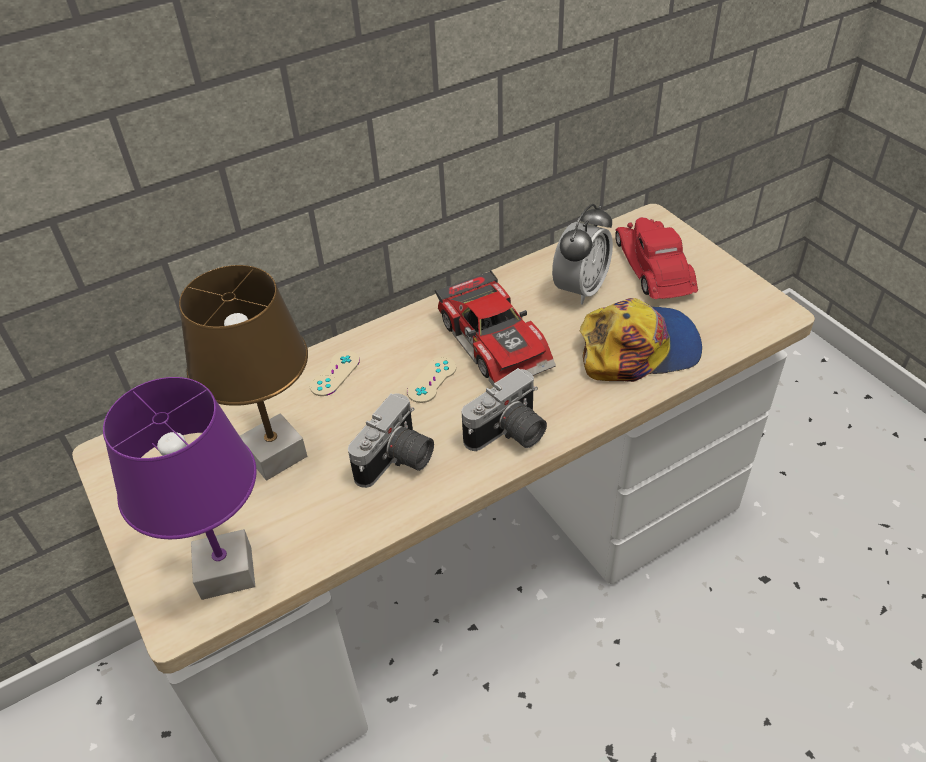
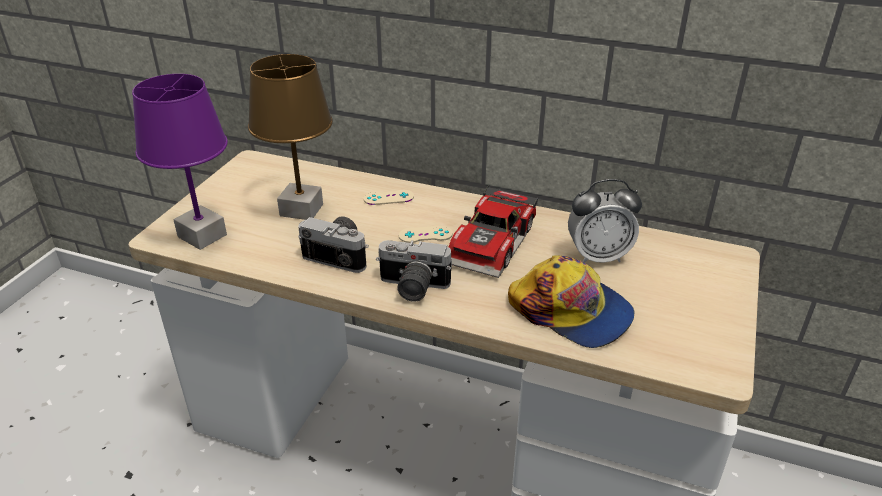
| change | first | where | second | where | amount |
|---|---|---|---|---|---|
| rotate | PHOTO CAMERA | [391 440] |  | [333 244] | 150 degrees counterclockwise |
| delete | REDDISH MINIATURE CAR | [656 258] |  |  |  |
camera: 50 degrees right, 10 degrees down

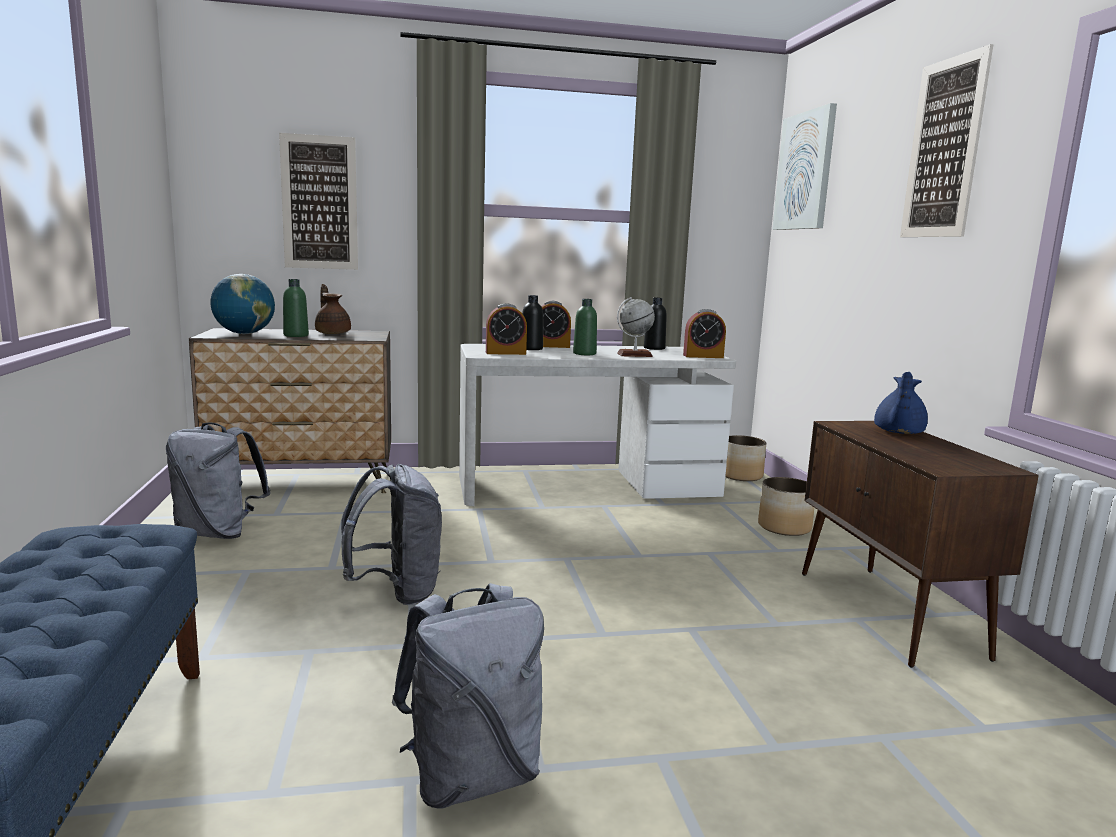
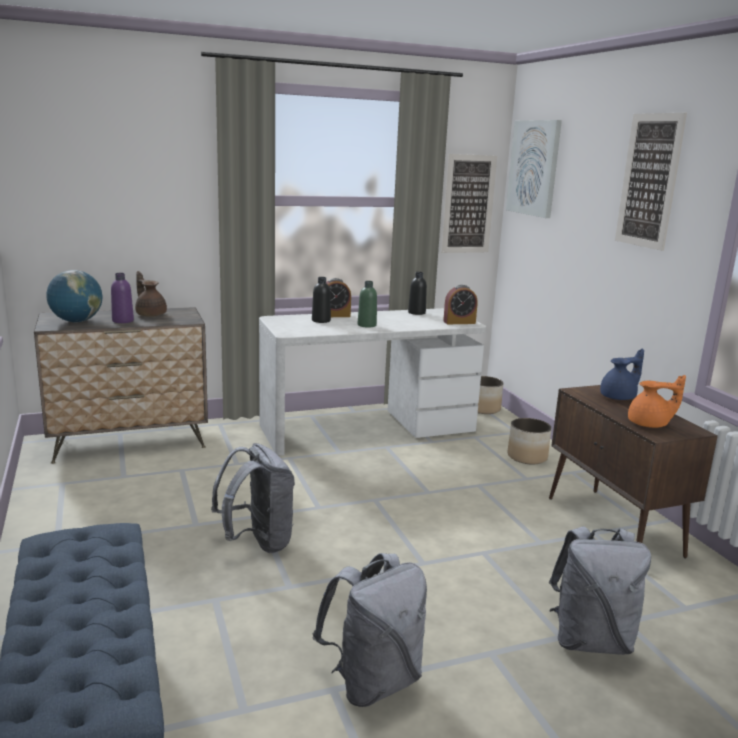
| change | first | where | second | where | amount |
|---|---|---|---|---|---|
| move | GREYISH BACKPACK | [218 481] |  | [600 590] |  |
| move | WALL ART | [318 201] |  | [469 203] |  |
| recolor | GREEN-COLOURED BOTTLE | [296 308] | PURPLE-COLOURED BOTTLE | [122 298] |  |
| delete | ALARM CLOCK | [506 329] |  |  |  |
| delete | WORLD GLOBE | [636 327] |  |  |  |
| rotate | BLUISH TEA POT | [901 403] |  | [622 374] | 135 degrees counterclockwise |
| insert |  |  | ORANGE-COLOURED TEA POT | [657 401] |  |
camera: 10 degrees left, 5 degrees up

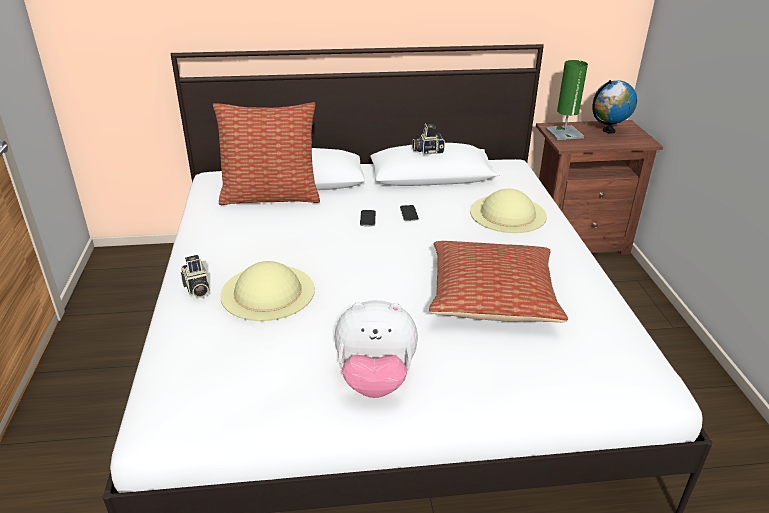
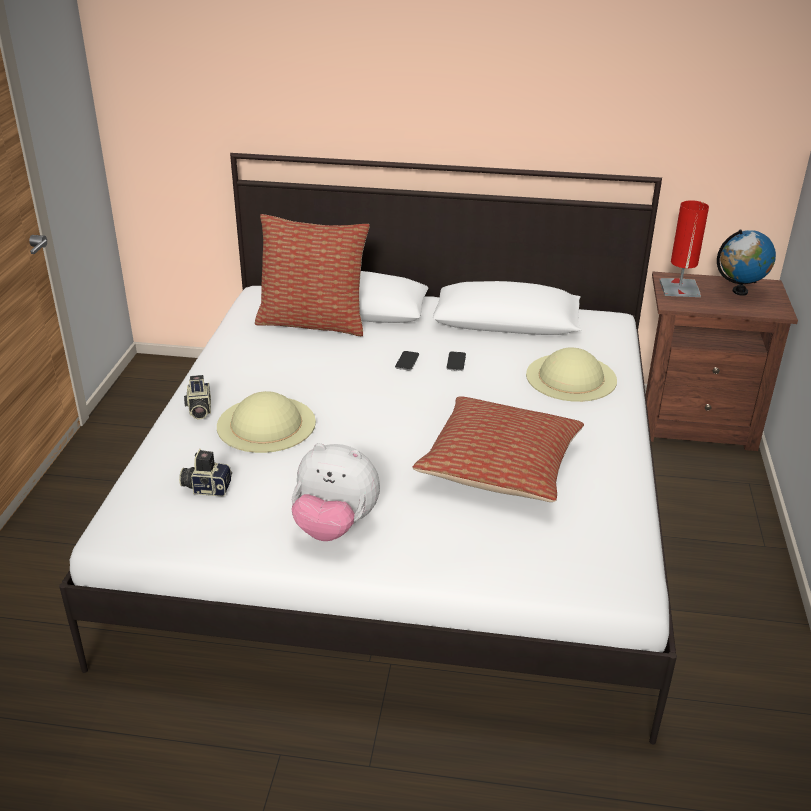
| change | first | where | second | where | amount |
|---|---|---|---|---|---|
| move | PHOTO CAMERA | [428 139] |  | [205 472] |  |
| recolor | GREEN-COLOURED TABLE LAMP | [567 100] | REDDISH TABLE LAMP | [684 248] |  |
camera: 15 degrees right, 0 degrees up

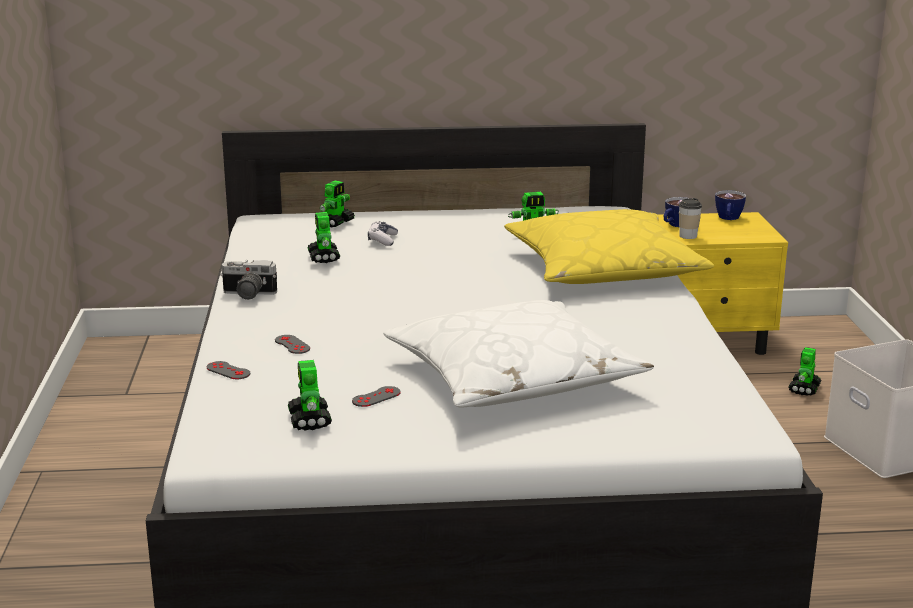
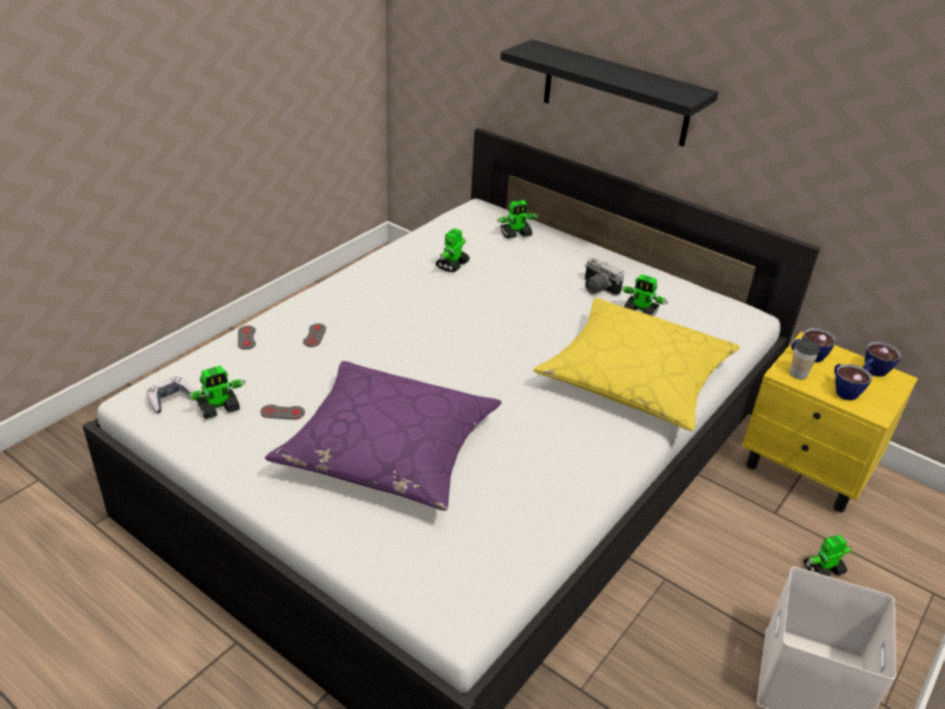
| change | first | where | second | where | amount |
|---|---|---|---|---|---|
| move | PHOTO CAMERA | [248 280] |  | [604 276] |  |
| rotate | ROBOT FIGURE | [310 395] |  | [216 392] | 150 degrees counterclockwise |
| move | GAMEPAD | [383 233] |  | [170 394] |  |
| recolor | WHITE THROW PILLOW | [519 354] | PURPLE-COLOURED THROW PILLOW | [383 436] |  |
| insert |  |  | BLACKISH BRACKET SHELF | [609 93] |  |
| insert |  |  | SMALL CUP | [853 382] |  |
camera: 40 degrees right, 15 degrees up

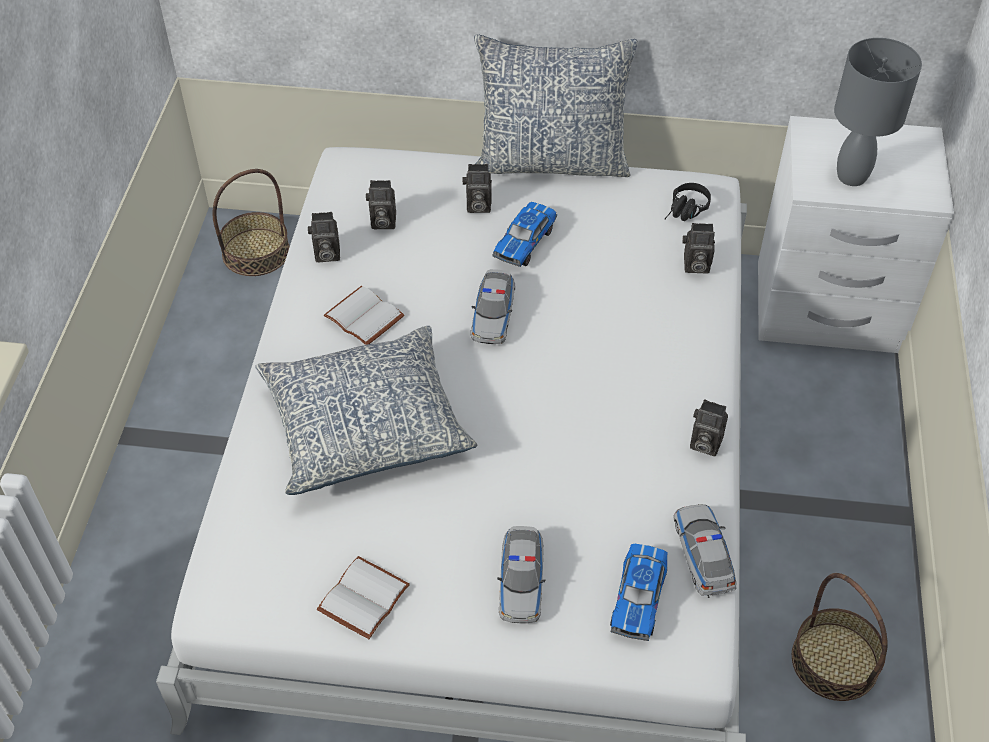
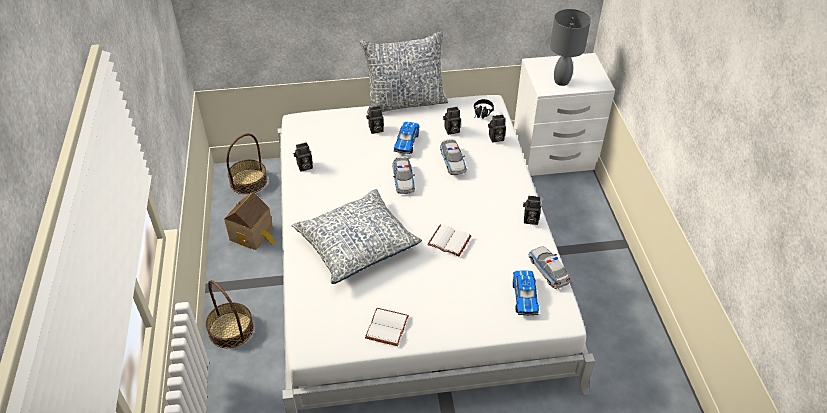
| change | first | where | second | where | amount |
|---|---|---|---|---|---|
| move | WHITE BOOK | [364 315] |  | [449 240] |  |
| move | PHOTO CAMERA | [381 204] |  | [452 121] |  |
| move | MINIATURE CAR | [521 574] |  | [453 157] |  |
| move | HOUSEHOLD BASKET | [840 637] |  | [230 314] |  |
| insert |  |  | MODEL HOUSE | [250 221] |  |
camera: 15 degrees left, 5 degrees down

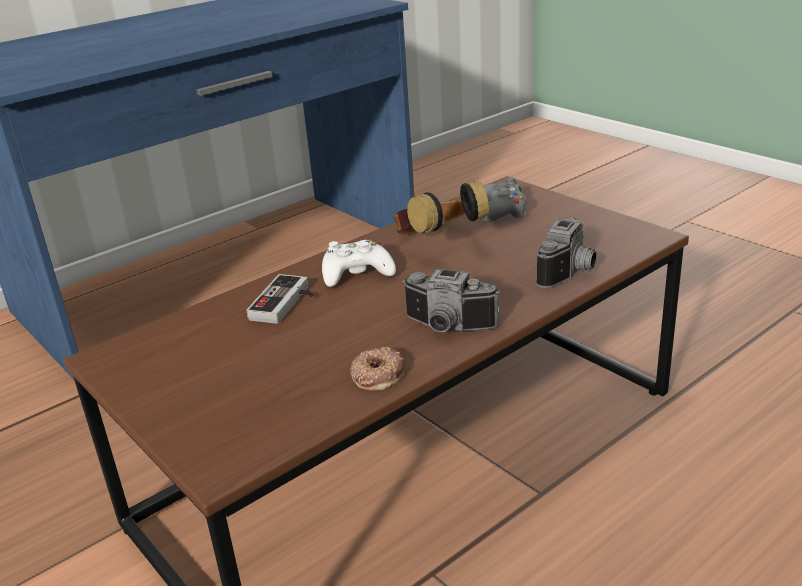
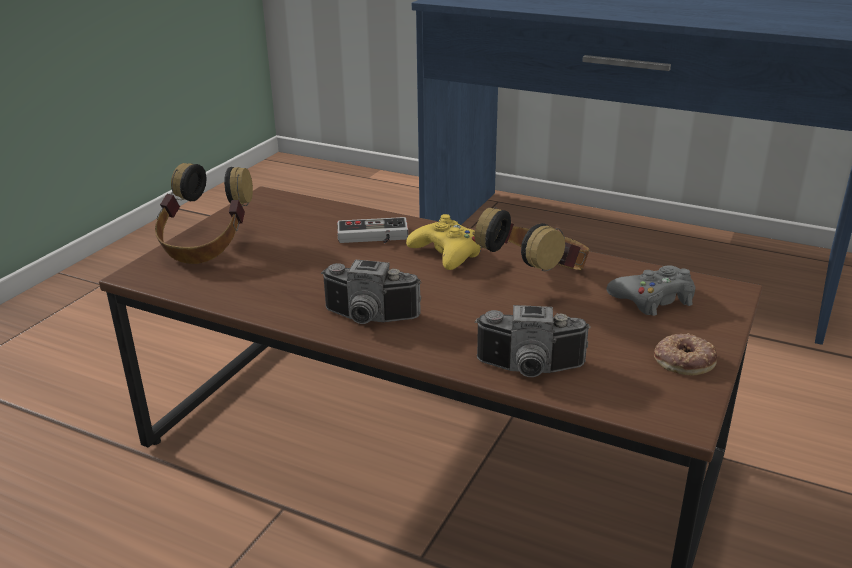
| change | first | where | second | where | amount |
|---|---|---|---|---|---|
| recolor | WHITE GAMEPAD | [359 263] | YELLOW GAMEPAD | [443 242] |  |
| move | DOUGHNUT | [377 369] |  | [685 354] |  |
| rotate | PHOTO CAMERA | [451 300] |  | [371 291] | 75 degrees counterclockwise |
| insert |  |  | HEADSET | [204 213] |  |
camera: 65 degrees right, 0 degrees up

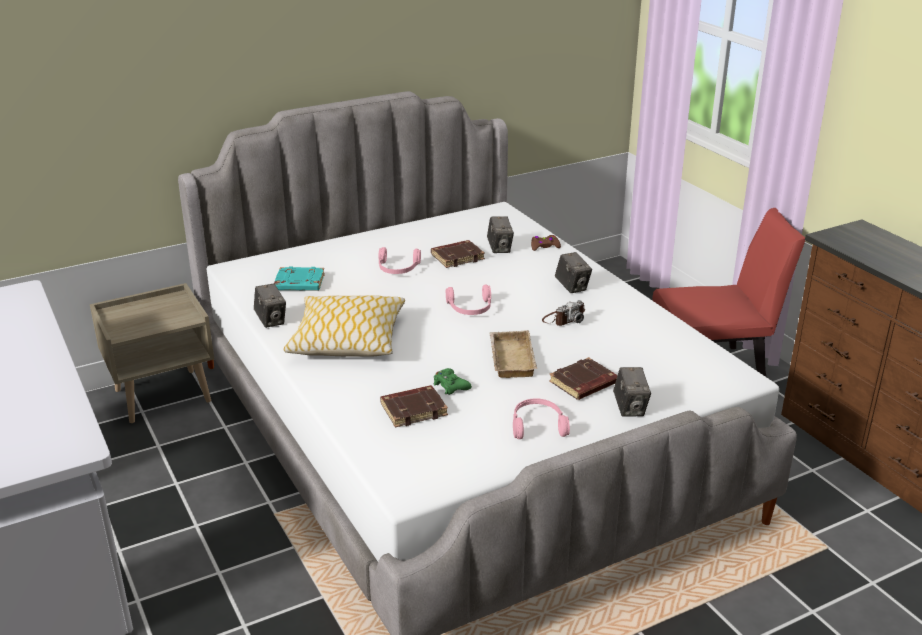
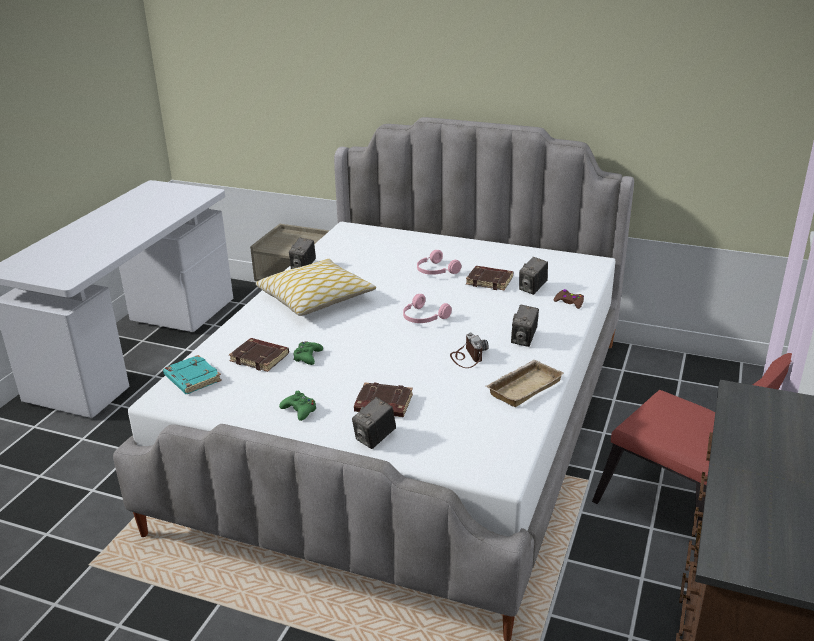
| change | first | where | second | where | amount |
|---|---|---|---|---|---|
| move | TURQUOISE BOOK | [299 279] |  | [192 374] |  |
| move | BEIGE-COLOURED CARRYING TRAY | [513 354] |  | [525 383] |  |
| replace | PINK HEADSET | [541 418] | GREEN-COLOURED GAMEPAD | [297 406] |  |
| rotate | PHOTO CAMERA | [563 313] |  | [469 350] | 120 degrees counterclockwise |
camera: 50 degrees right, 0 degrees up

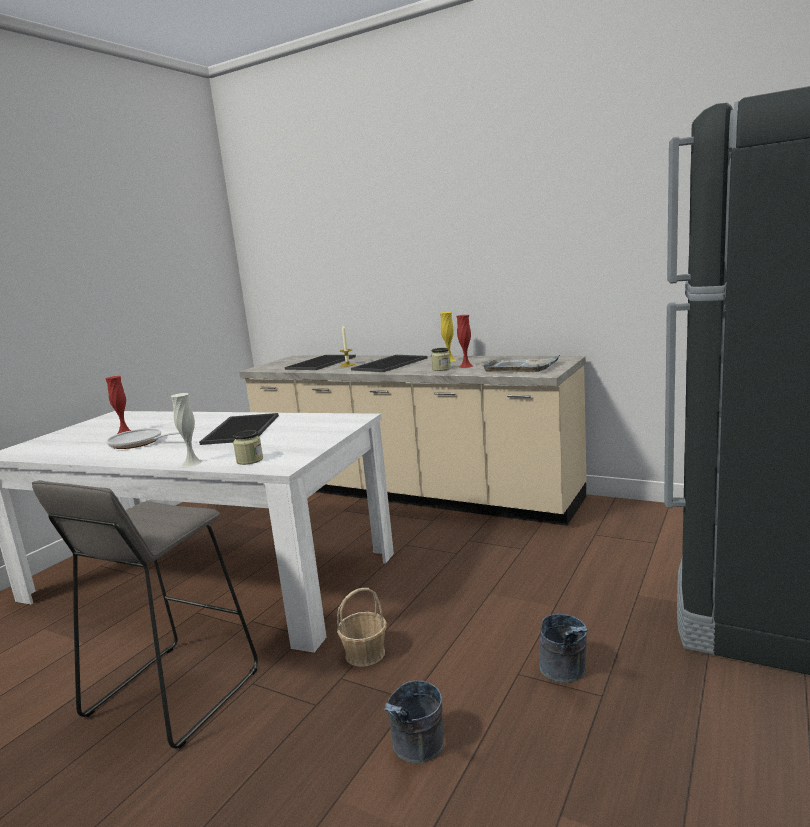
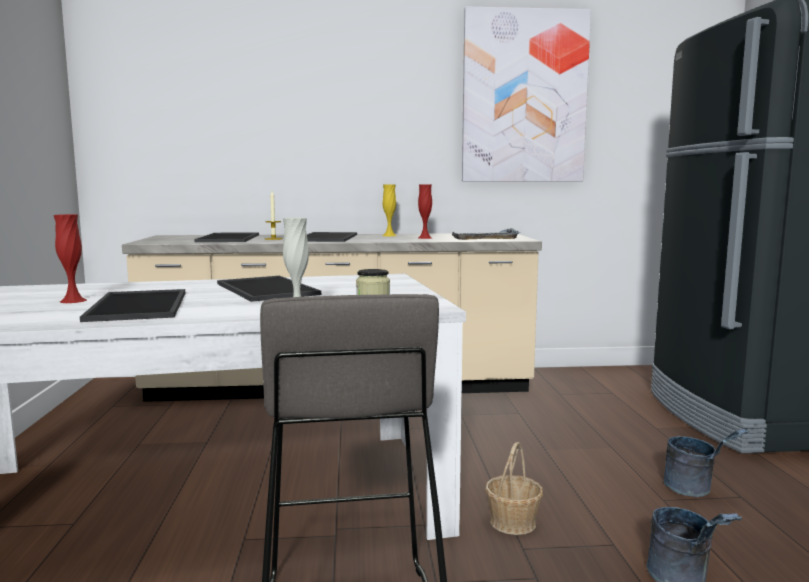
| change | first | where | second | where | amount |
|---|---|---|---|---|---|
| replace | SKILLET | [143 438] | CARRYING TRAY | [132 305] |  |
| delete | JAR | [441 359] |  |  |  |
| insert |  |  | WALL ART | [526 94] |  |
camera: 35 degrees left, 5 degrees down

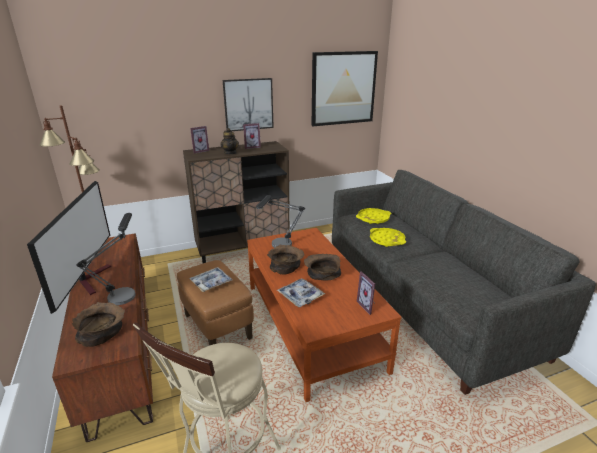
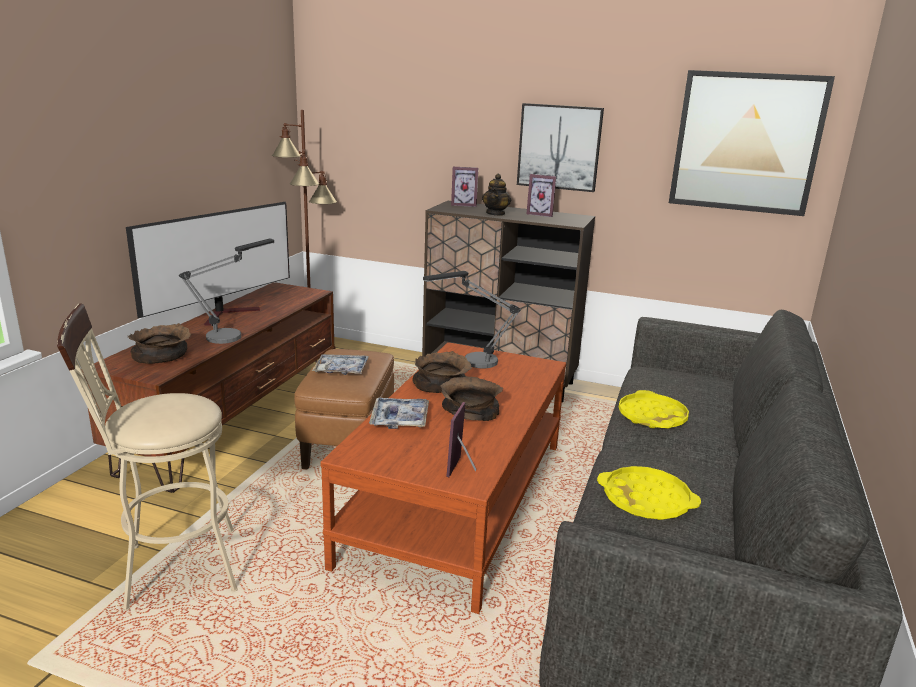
| change | first | where | second | where | amount |
|---|---|---|---|---|---|
| move | YELLOW CARRYING TRAY | [373 216] |  | [649 493] |  |
camera: 40 degrees right, 5 degrees down

